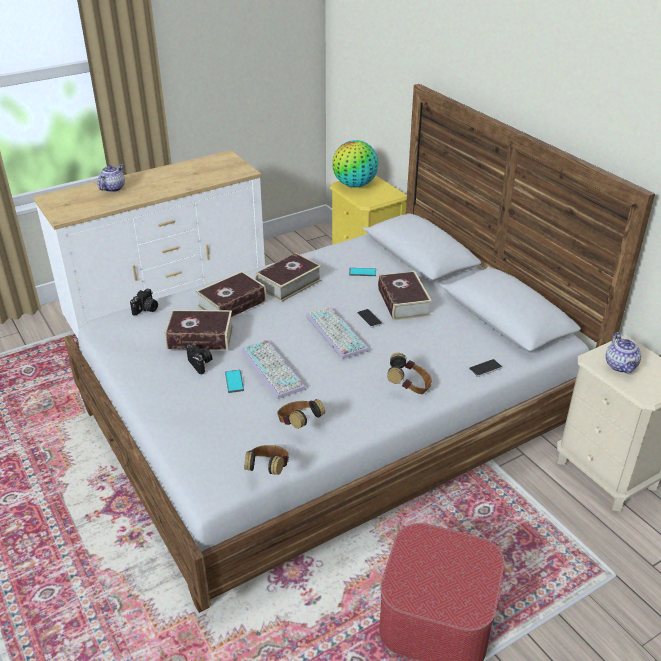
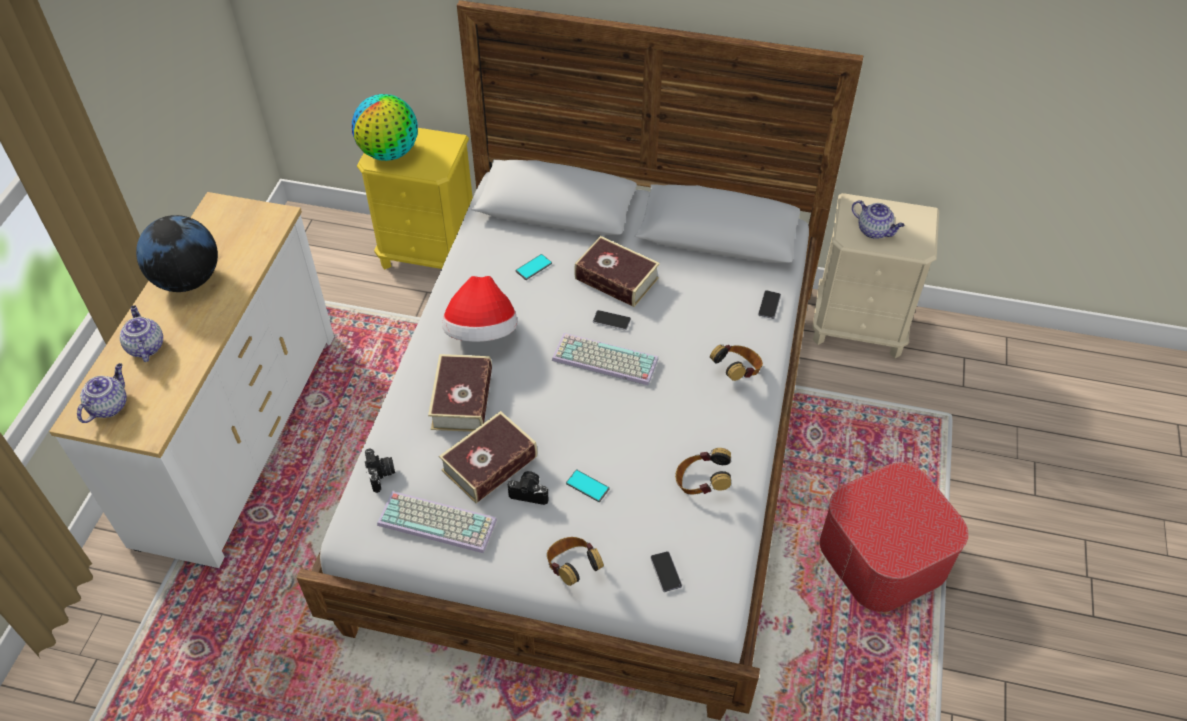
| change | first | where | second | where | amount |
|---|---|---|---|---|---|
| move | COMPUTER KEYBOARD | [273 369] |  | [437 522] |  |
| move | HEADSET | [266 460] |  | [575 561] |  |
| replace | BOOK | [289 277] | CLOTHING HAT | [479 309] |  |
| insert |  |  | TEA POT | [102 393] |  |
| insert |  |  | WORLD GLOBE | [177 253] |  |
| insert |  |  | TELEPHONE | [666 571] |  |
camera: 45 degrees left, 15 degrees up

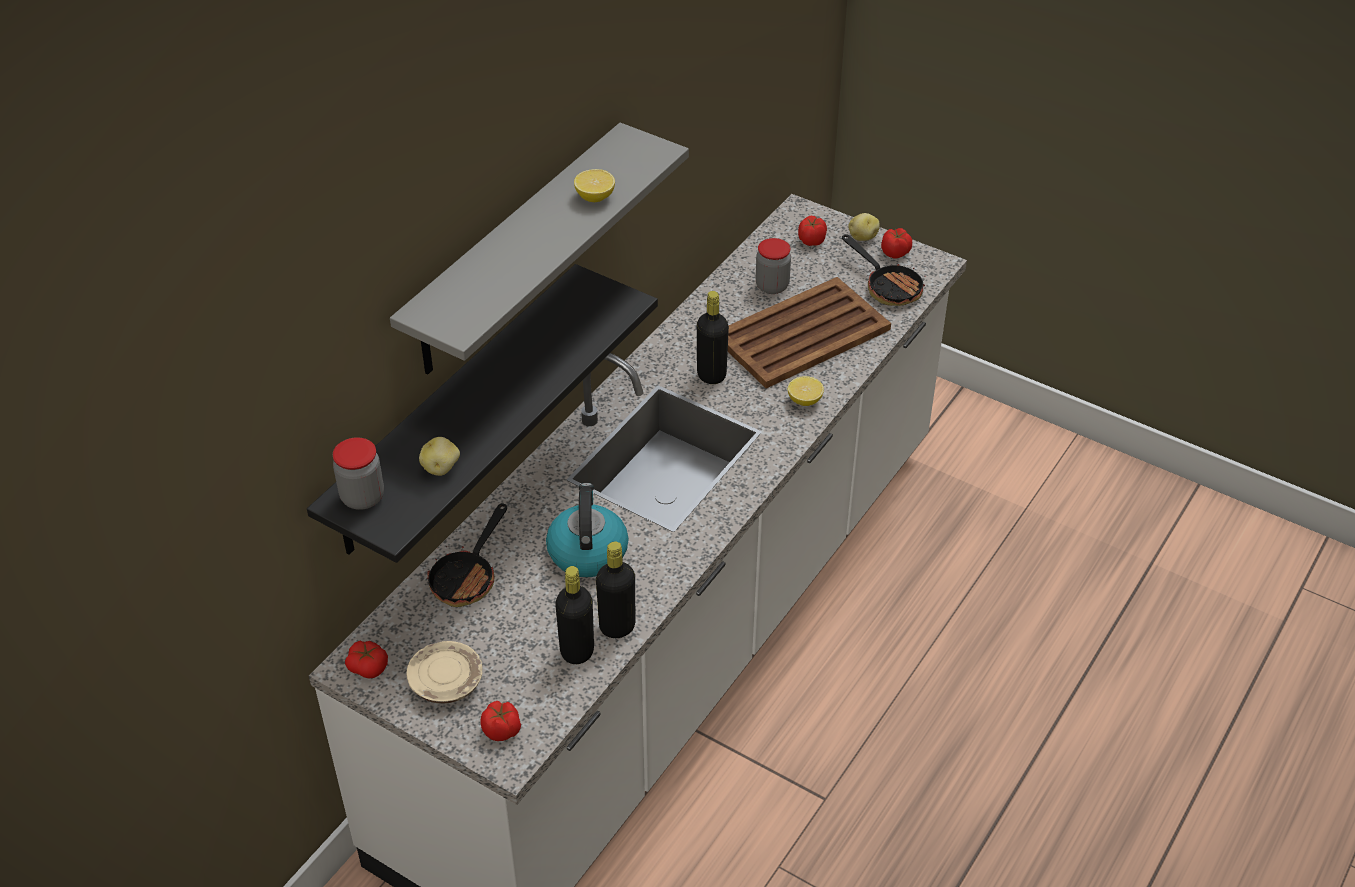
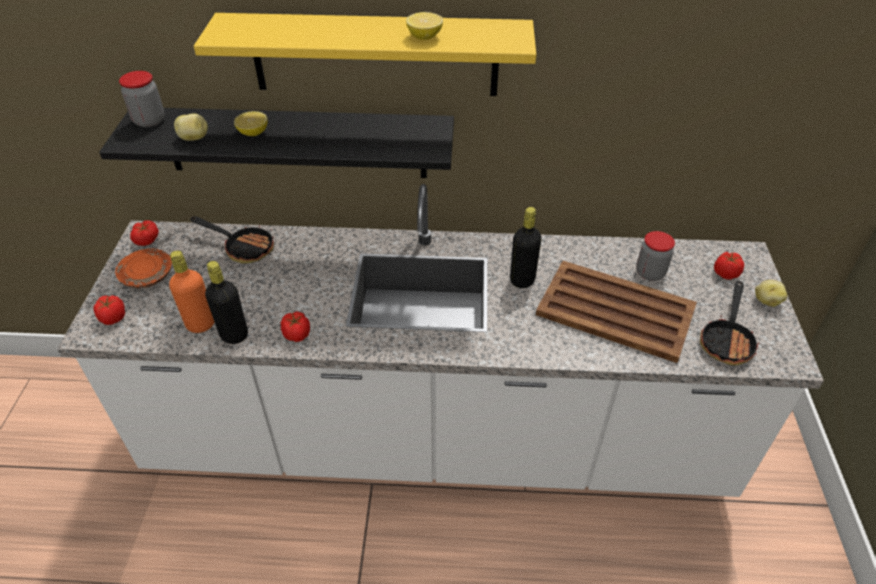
| change | first | where | second | where | amount |
|---|---|---|---|---|---|
| recolor | GREYISH BRACKET SHELF | [539 248] | YELLOW BRACKET SHELF | [365 54] |  |
| recolor | BEIGE-COLOURED FLAT DISH | [444 672] | ORANGE-COLOURED FLAT DISH | [143 268] |  |
| rotate | SKILLET | [467 555] |  | [232 240] | 150 degrees counterclockwise |
| delete | KETTLE | [587 530] |  |  |  |
| recolor | BLACKISH BOTTLE | [574 615] | ORANGE-COLOURED BOTTLE | [191 292] |  |
| move | LEMON | [806 391] |  | [251 123] |  |
| move | WHOLE TOMATO | [896 243] |  | [295 326] |  |
camera: 60 degrees right, 0 degrees up

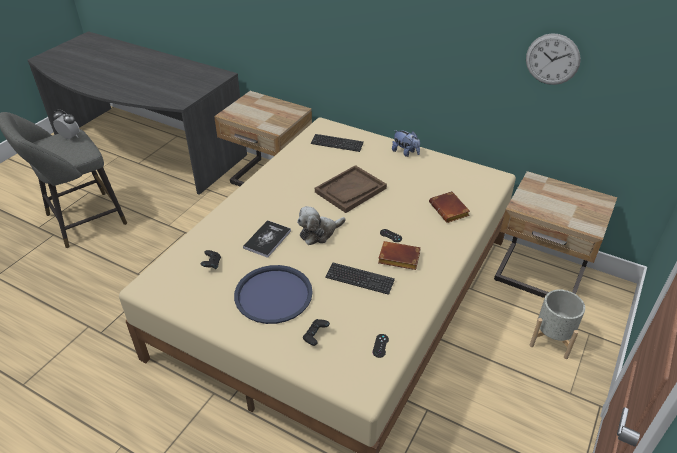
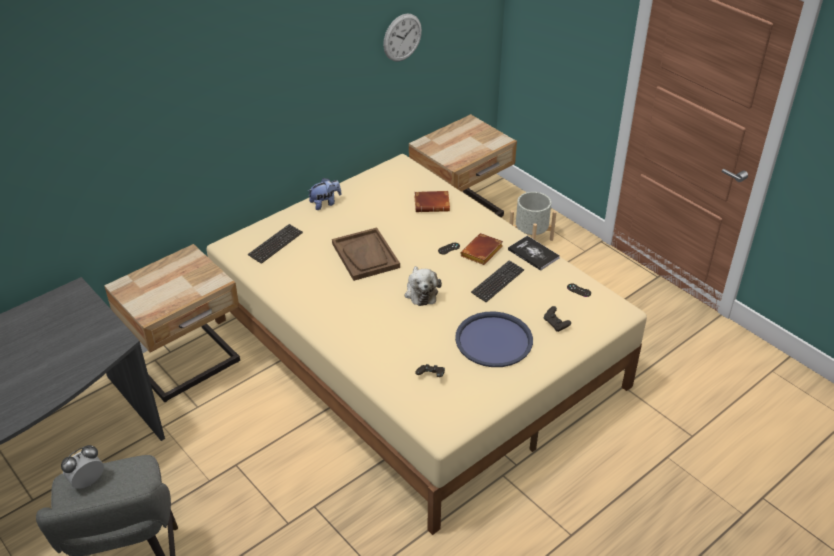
| change | first | where | second | where | amount |
|---|---|---|---|---|---|
| move | BOOK | [267 239] |  | [534 253] |  |
camera: 70 degrees left, 0 degrees up

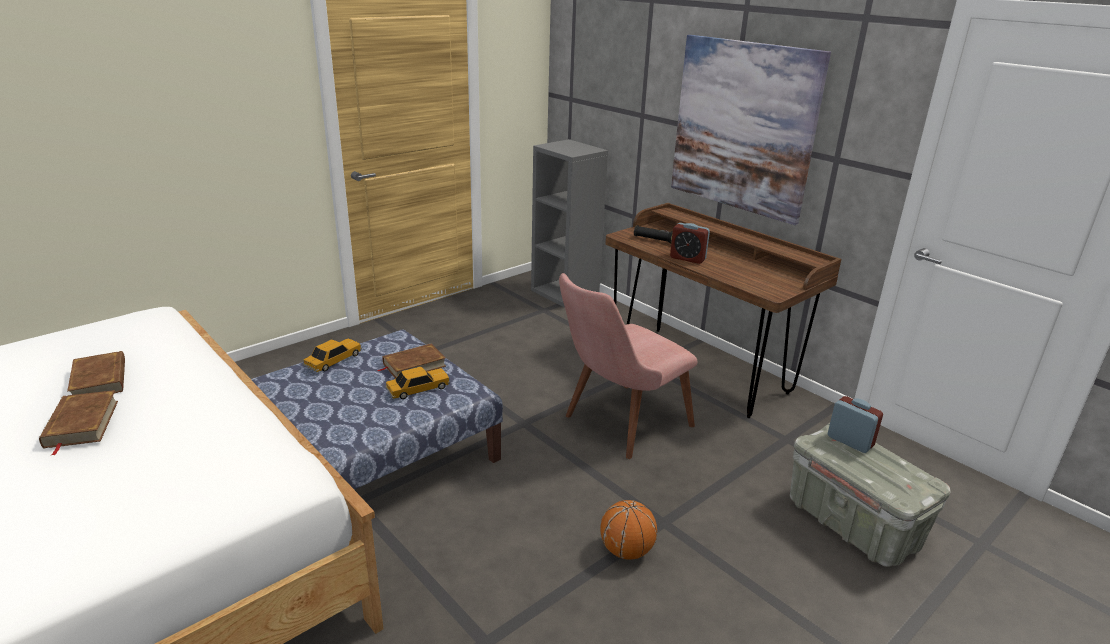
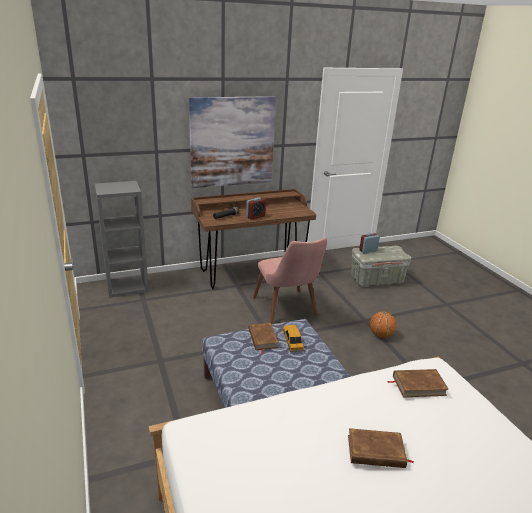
| change | first | where | second | where | amount |
|---|---|---|---|---|---|
| move | BROWN-COLOURED BOOK | [96 373] |  | [418 383] |  |
| delete | MINIATURE CAR | [332 355] |  |  |  |
camera: 70 degrees left, 0 degrees up

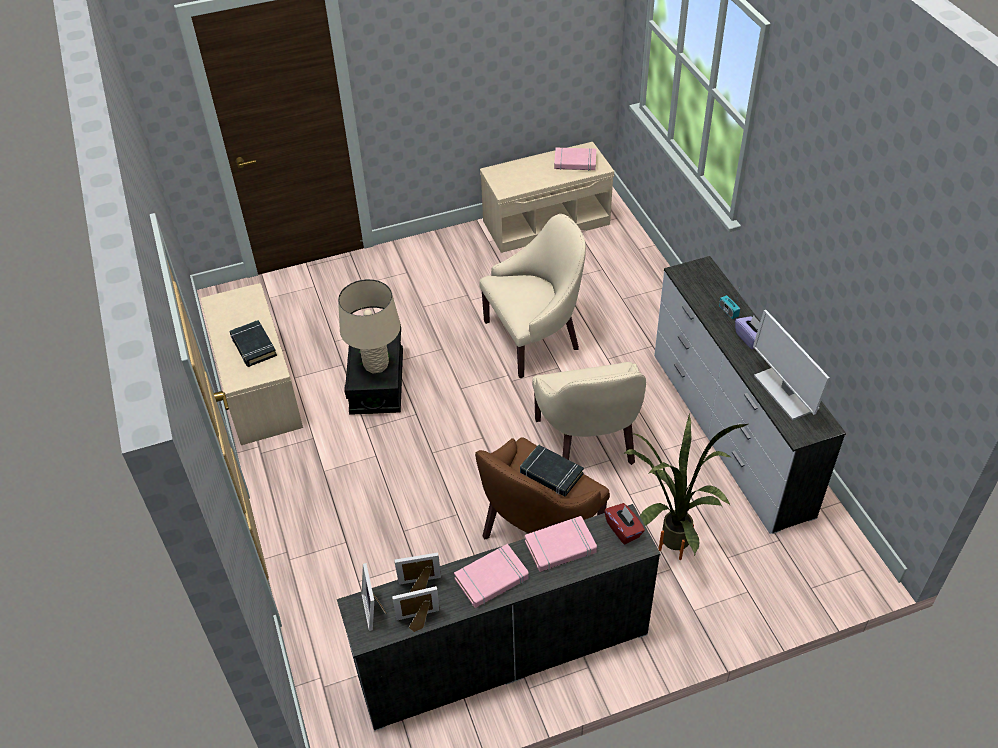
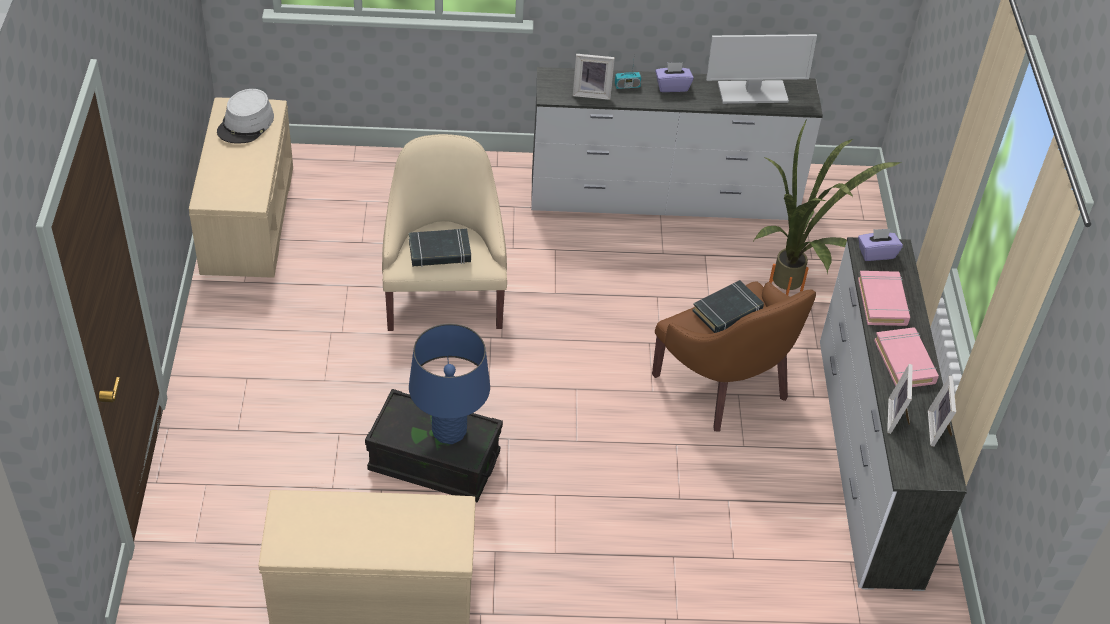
| change | first | where | second | where | amount |
|---|---|---|---|---|---|
| move | BLACKISH BOOK | [253 343] |  | [440 248] |  |
| recolor | BEIGE-COLOURED TABLE LAMP | [369 326] | BLUISH TABLE LAMP | [449 384] |  |
| move | STANDING FRAME | [374 597] |  | [594 77] |  |
| delete | BEIGE-COLOURED EASY CHAIR | [589 413] |  |  |  |
| replace | PINK BOOK | [575 159] | GREYISH CLOTHING HAT | [245 116] |  |
| recolor | REDDISH TISSUE HOLDER | [625 523] | PURPLE-COLOURED TISSUE HOLDER | [880 245] |  |
camera: 75 degrees left, 0 degrees up

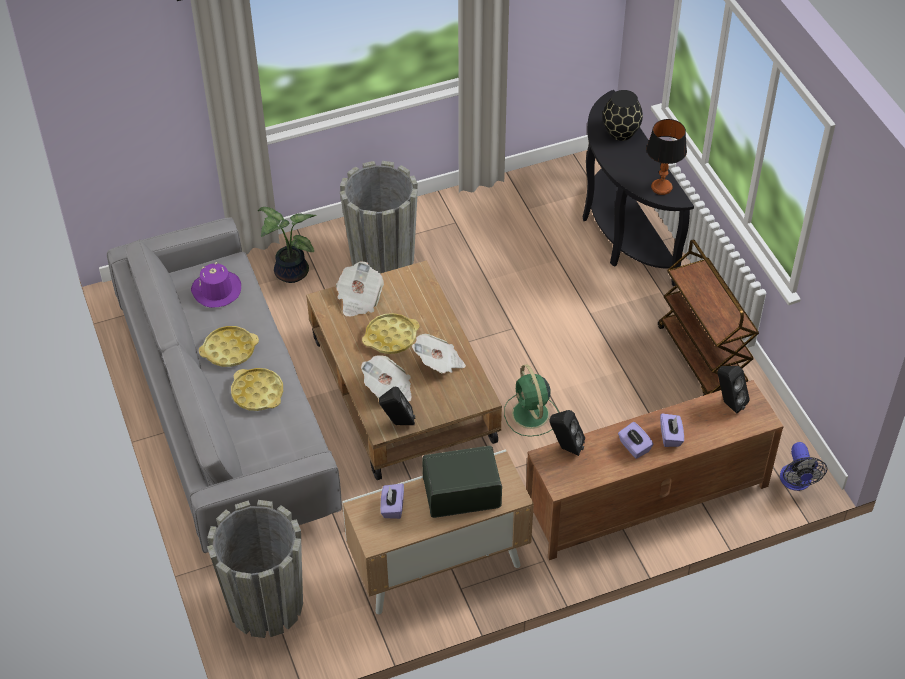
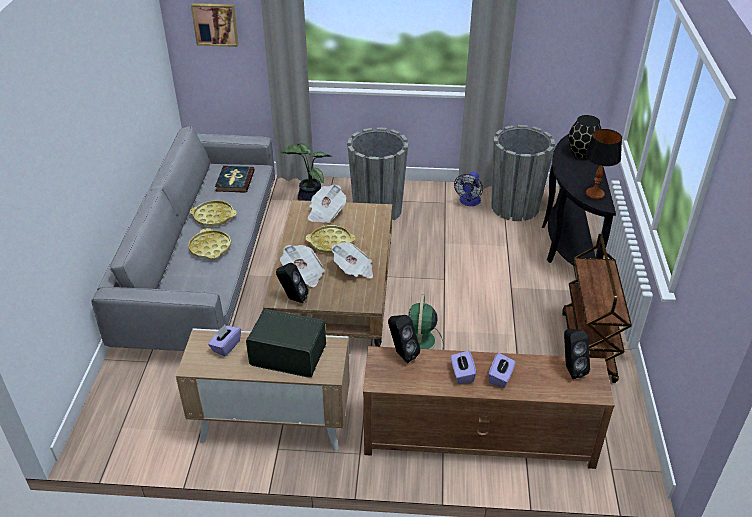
| change | first | where | second | where | amount |
|---|---|---|---|---|---|
| replace | PURPLE-COLOURED CLOTHING HAT | [216 285] | BOOK | [235 179] |  |
| move | GREYISH PLANT POT | [255 569] |  | [523 173] |  |
| move | ELECTRIC FAN | [803 466] |  | [468 189] |  |
| insert |  |  | WALL ART | [215 25] |  |
camera: 25 degrees right, 10 degrees down

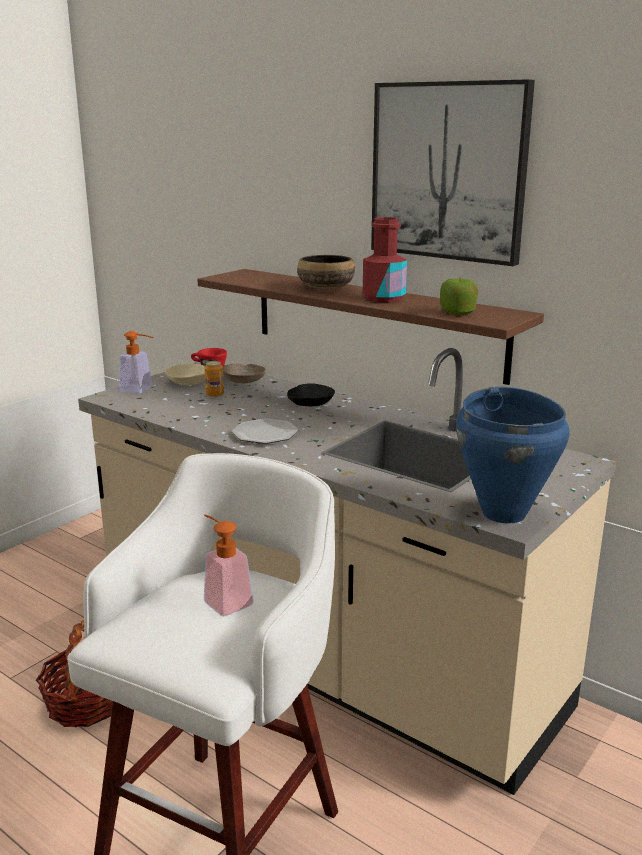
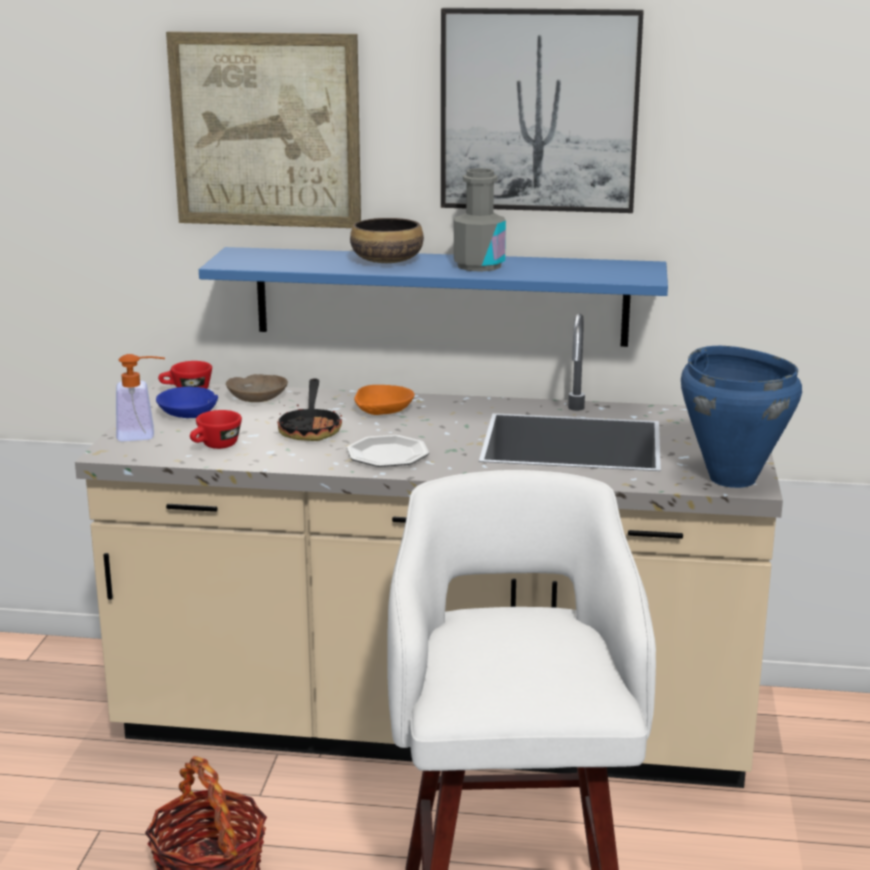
| change | first | where | second | where | amount |
|---|---|---|---|---|---|
| recolor | BEIGE-COLOURED DEEP DISH | [185 375] | BLUISH DEEP DISH | [187 402] |  |
| recolor | BROWN-COLOURED BRACKET SHELF | [370 327] | BLUISH BRACKET SHELF | [433 297] |  |
| delete | METAL CAN | [214 379] |  |  |  |
| delete | SOAP DISPENSER | [229 565] |  |  |  |
| recolor | BLACKISH DEEP DISH | [311 395] | ORANGE-COLOURED DEEP DISH | [384 400] |  |
| recolor | REDDISH BOTTLE | [385 259] | GREYISH BOTTLE | [480 220] |  |
| delete | APPLE FRUIT | [459 296] |  |  |  |
| insert |  |  | WALL ART | [263 129] |  |
| insert |  |  | REDDISH SMALL CUP | [216 429] |  |
| insert |  |  | SKILLET | [309 409] |  |
camera: 30 degrees left, 0 degrees up

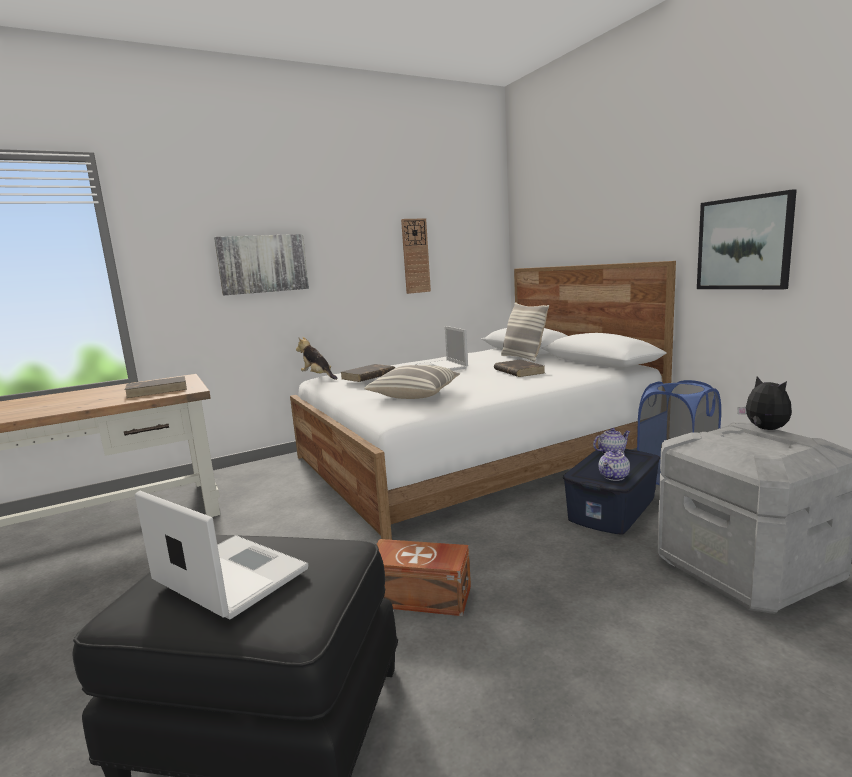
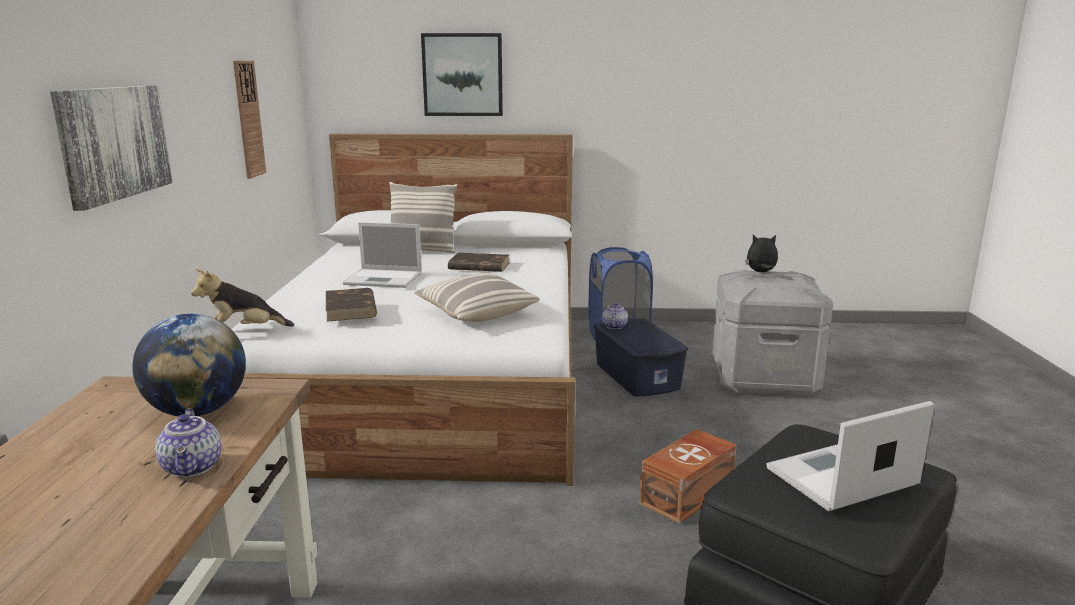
| change | first | where | second | where | amount |
|---|---|---|---|---|---|
| replace | BROWN-COLOURED BOOK | [155 387] | WORLD GLOBE | [189 365] |  |
| move | TEA POT | [614 465] |  | [188 442] |  |
| move | WALL ART | [747 239] |  | [462 74] |  |
camera: 60 degrees left, 5 degrees up

